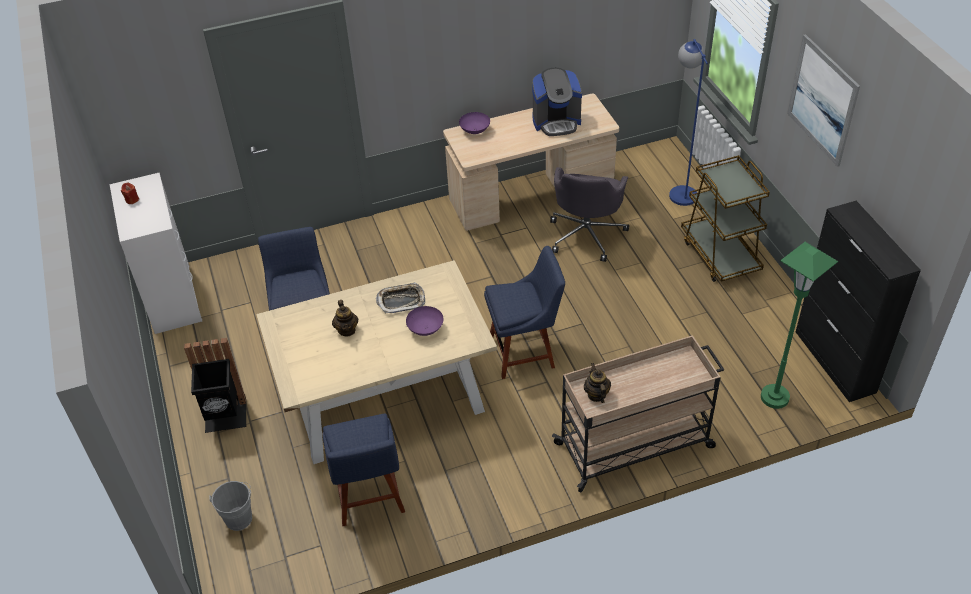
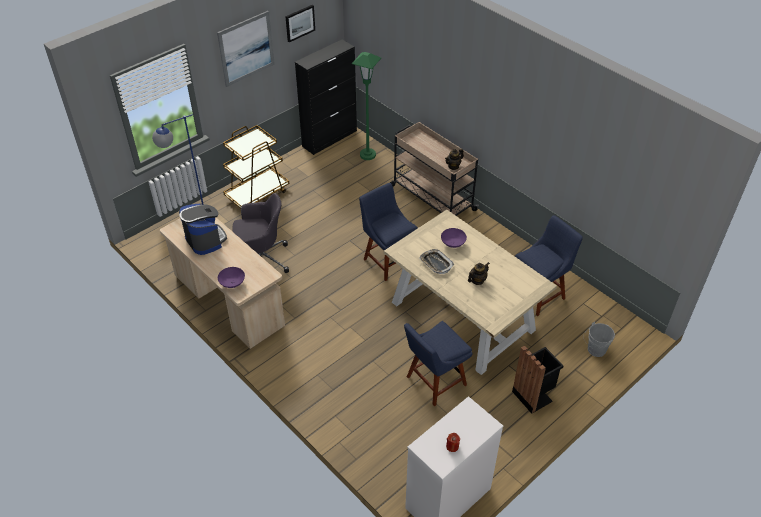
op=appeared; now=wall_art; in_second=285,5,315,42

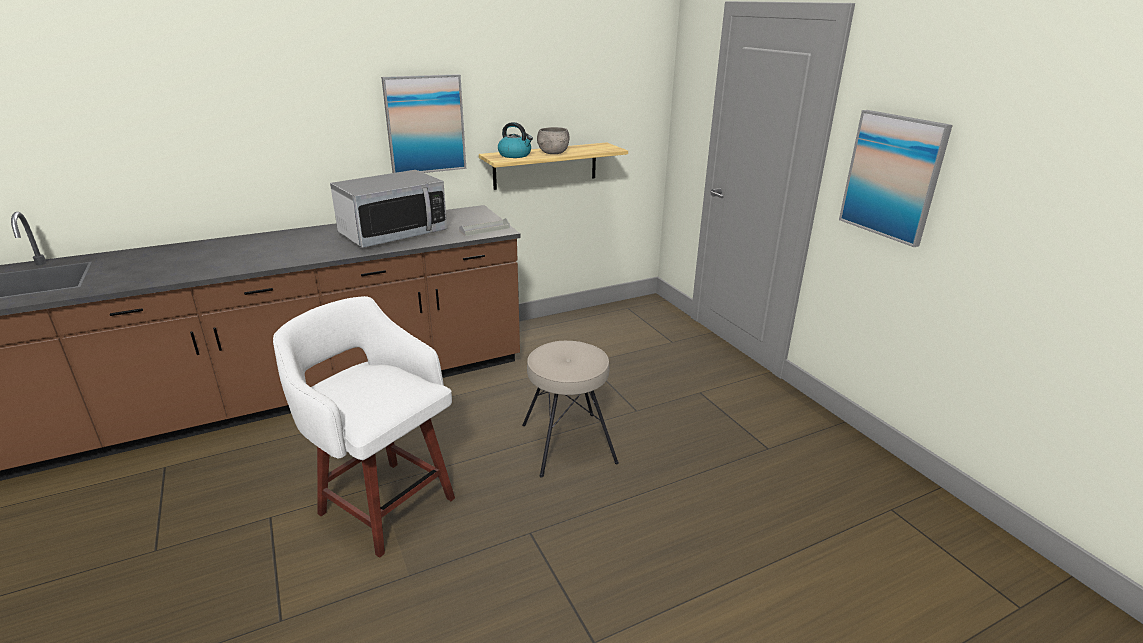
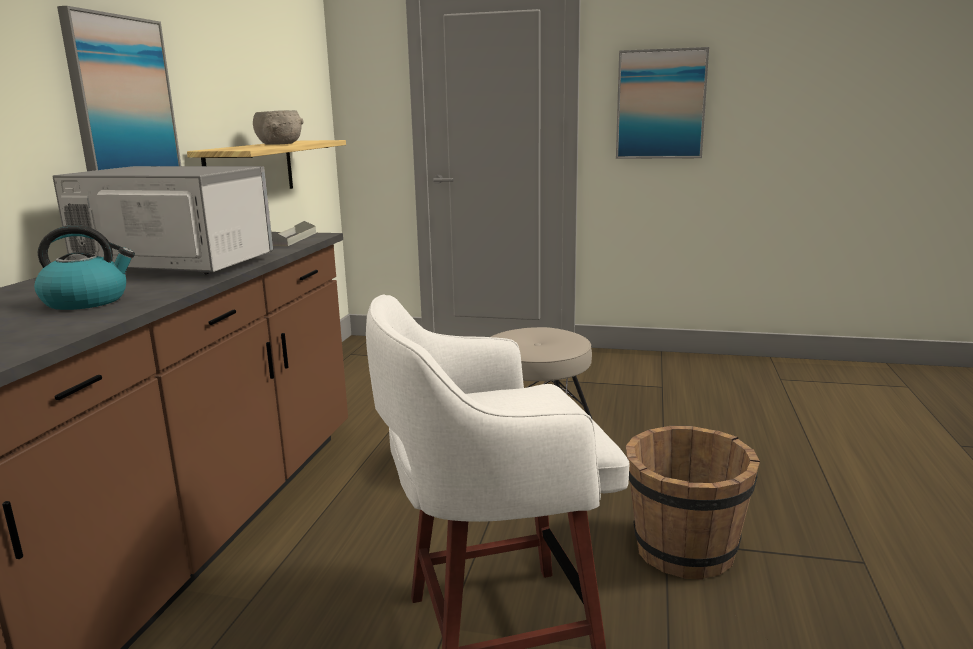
op=appeared; now=brown-coloured_water_bucket; in_second=626,426,760,580
op=relocated; was=water_kettle; in_first=498,122,533,158; in_second=34,225,135,310
op=spun; was=microwave_oven; in_first=330,170,447,248; in_second=52,166,273,274; clockwise=-75

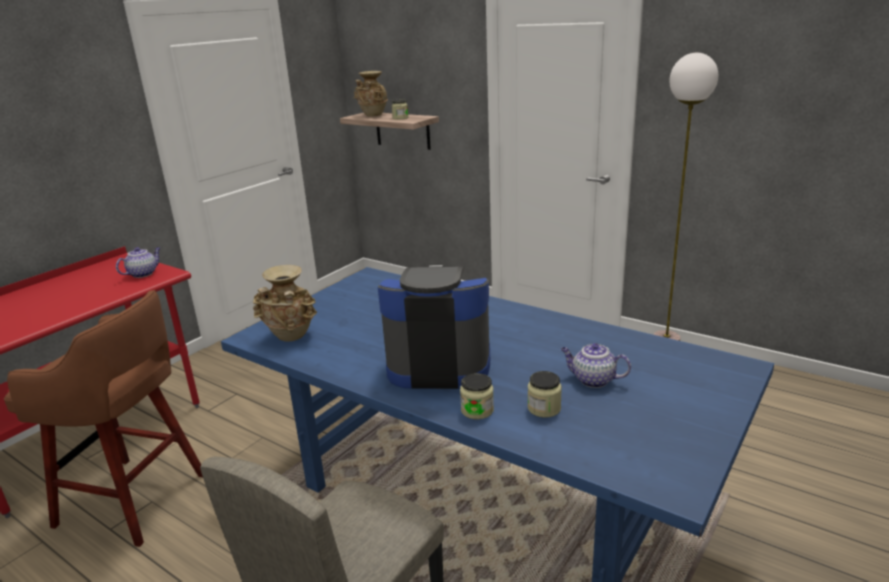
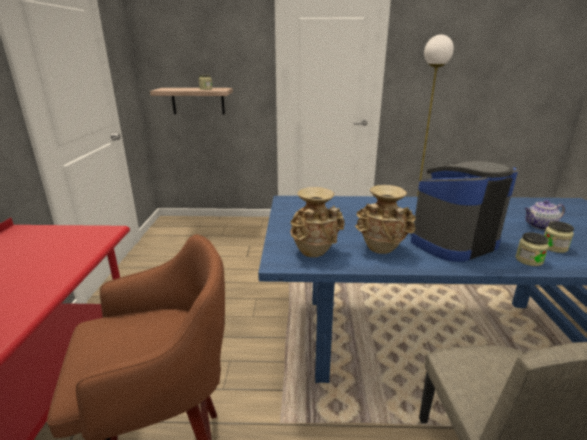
op=missing; was=pot_for_tea; in_first=116,247,160,278
op=relocated; was=beige-coloured_vase; in_first=354,71,388,117; in_second=355,185,416,254

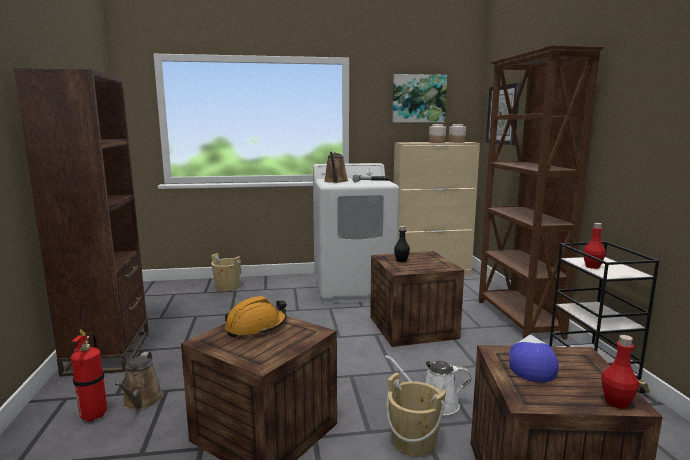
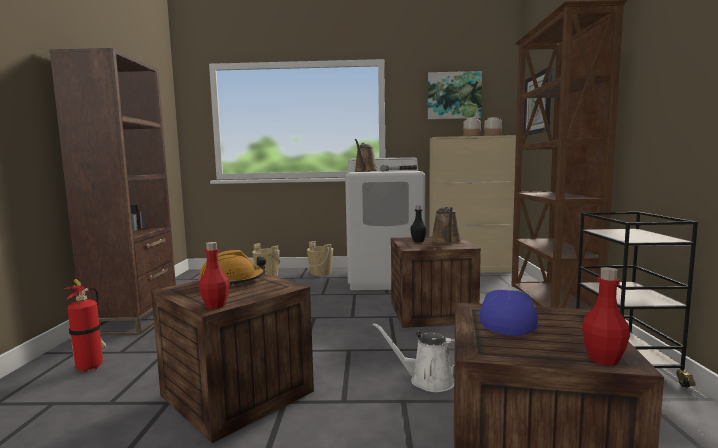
op=relocated; was=brown-coloured_watering_pot; in_first=115,352,164,410; in_second=431,207,461,244
op=relocated; was=beige-coloured_water_bucket; in_first=386,373,446,457; in_second=307,241,333,276
op=relocated; was=red-coloured_beverage_bottle; in_first=583,223,606,269; in_second=198,242,230,309

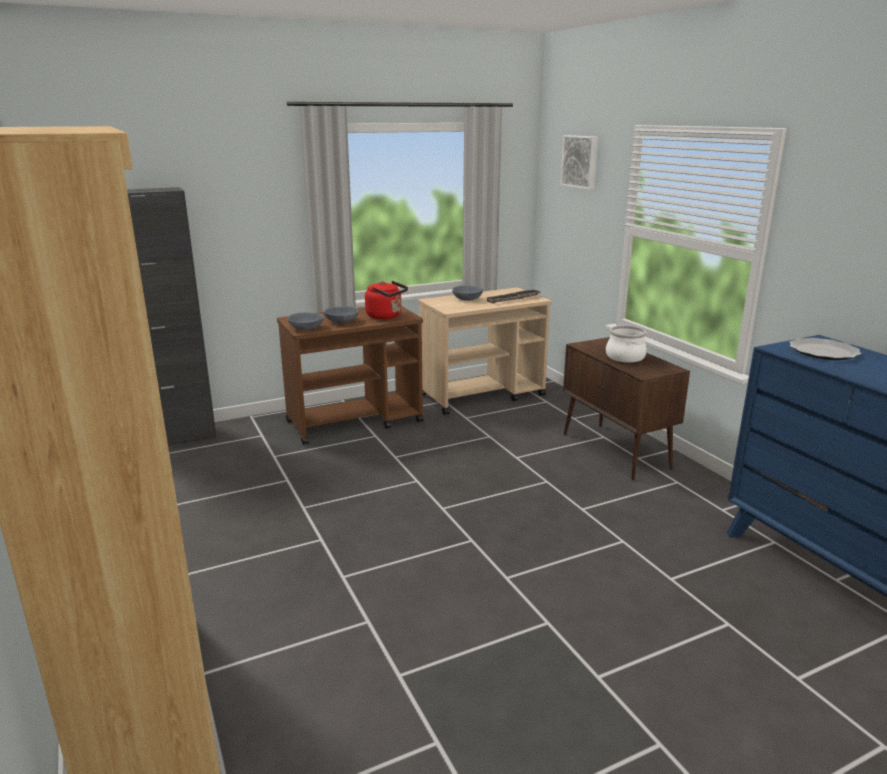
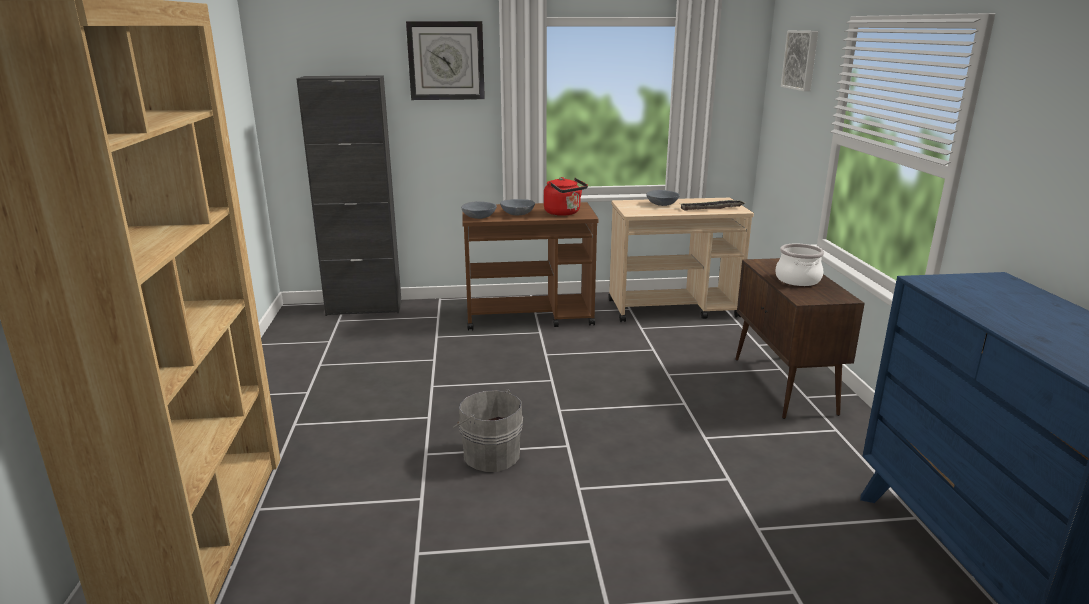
op=missing; was=dinner_plate; in_first=789,338,861,360
op=appeared; now=wall_clock; in_second=406,21,485,100
op=appeared; now=gray_water_bucket; in_second=453,389,523,472

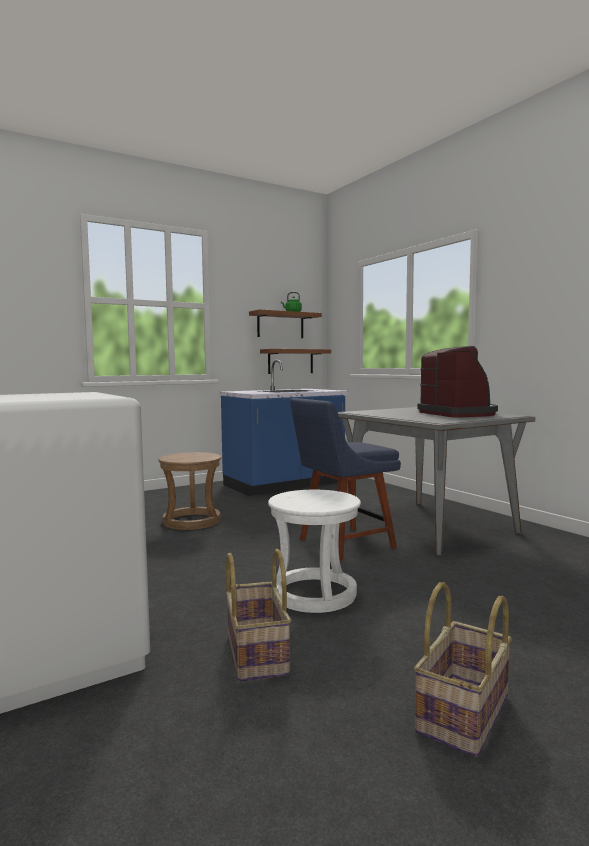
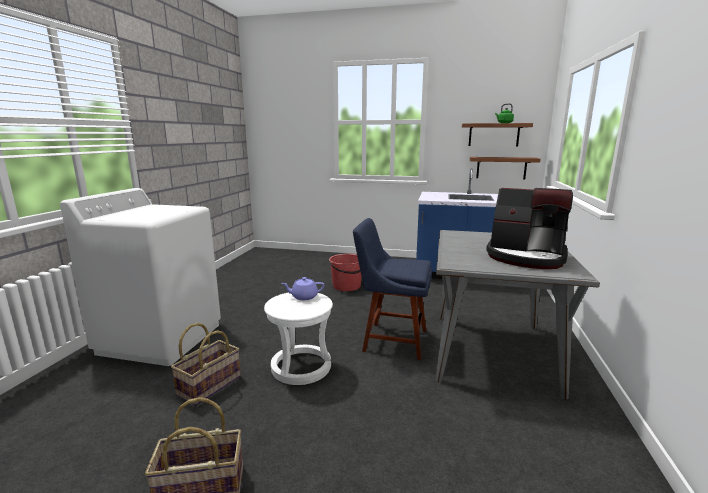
op=appeared; now=purple-coloured_pot_for_tea; in_second=282,277,324,300
op=exchanged; was=brown-coloured_sitting_stool; now=red-coloured_water_bucket; in_first=158,452,221,530; in_second=329,254,362,291
op=spun; was=coffee_machine; in_first=418,346,498,418; in_second=486,188,573,269; clockwise=90

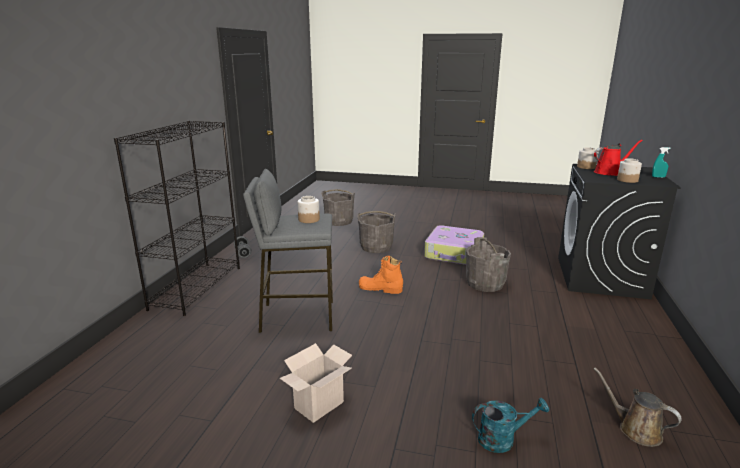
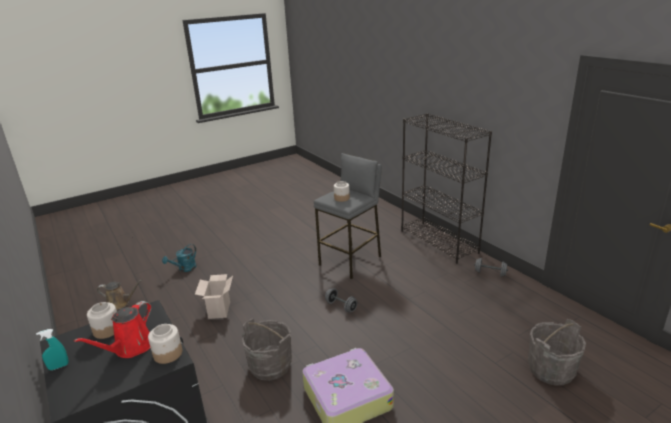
op=missing; was=gray_water_bucket; in_first=357,211,396,253
op=relocated; was=cardboard_box; in_first=280,343,352,423; in_second=195,274,233,319
op=exchanged; was=orange-coloured_high-top_boot; now=gray_free_weight; in_first=359,256,403,294; in_second=325,288,357,312

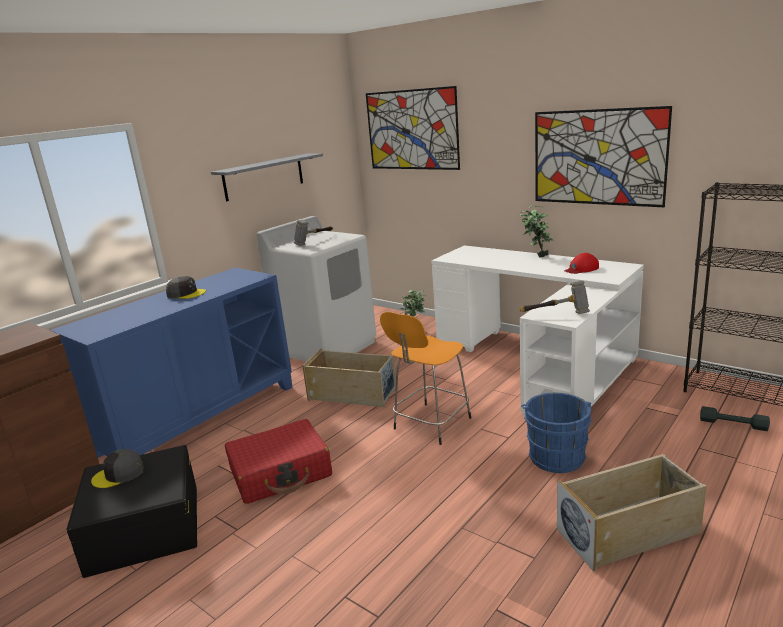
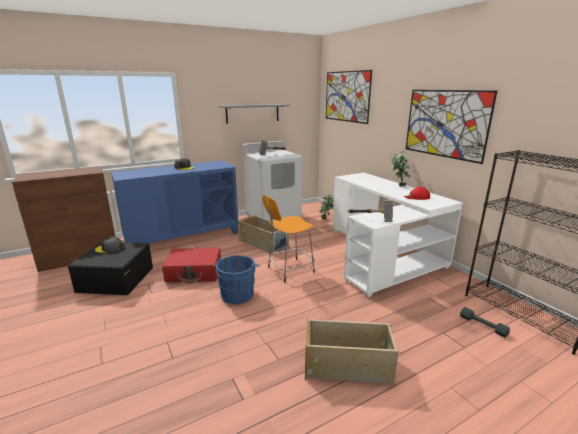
op=relocated; was=blue_water_bucket; in_first=521,393,592,473; in_second=216,255,260,304

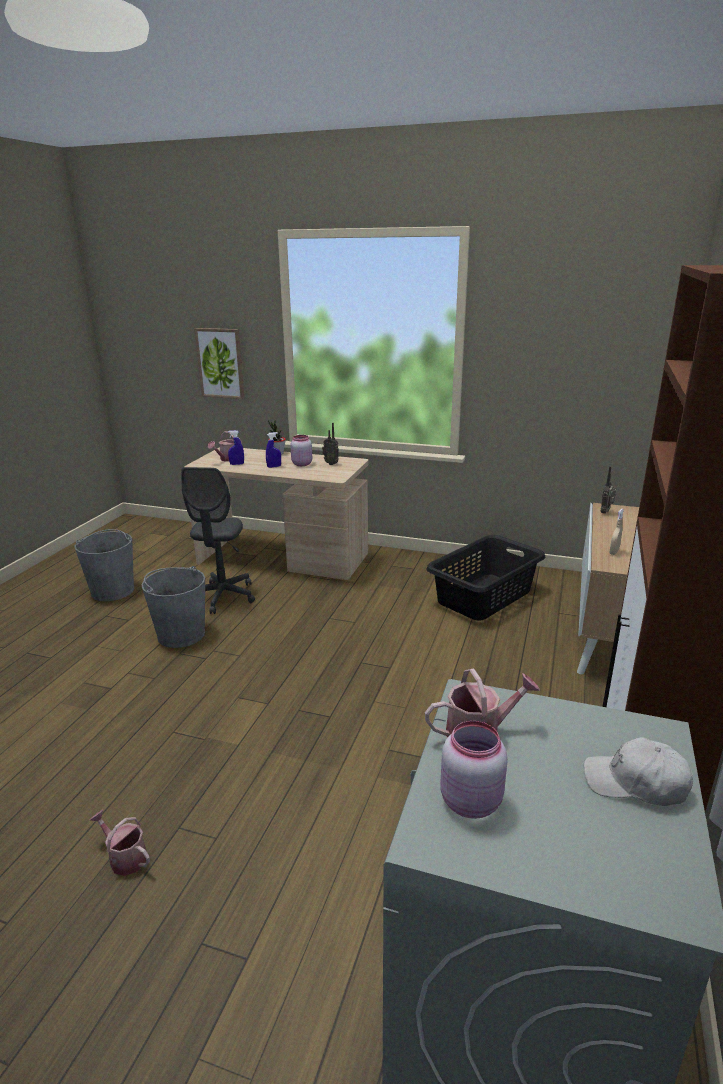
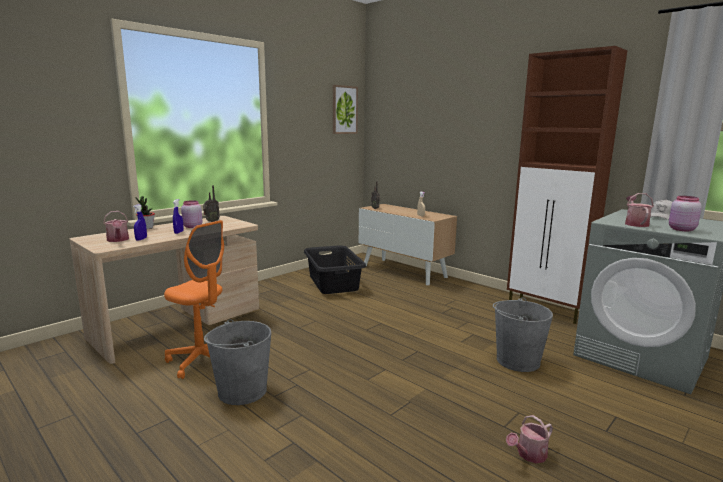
op=relocated; was=gray_water_bucket; in_first=75,529,134,601; in_second=493,298,553,372
op=relocated; was=wall_art; in_first=194,328,245,399; in_second=333,85,358,134
op=colour; was=gray_office_chair; now=orange-coloured_office_chair; in_first=181,467,255,614; in_second=164,220,224,379

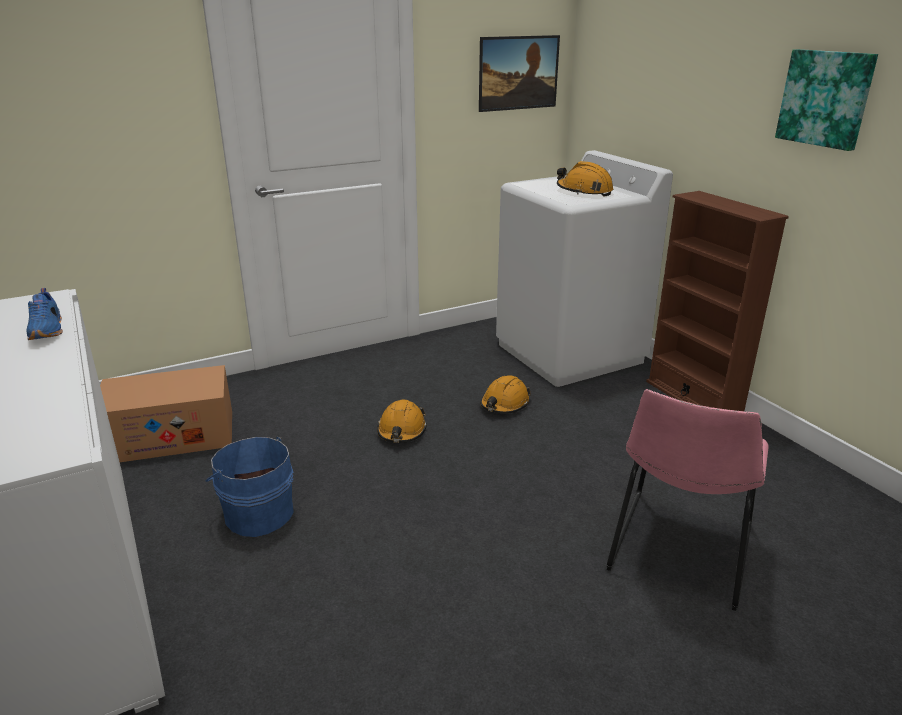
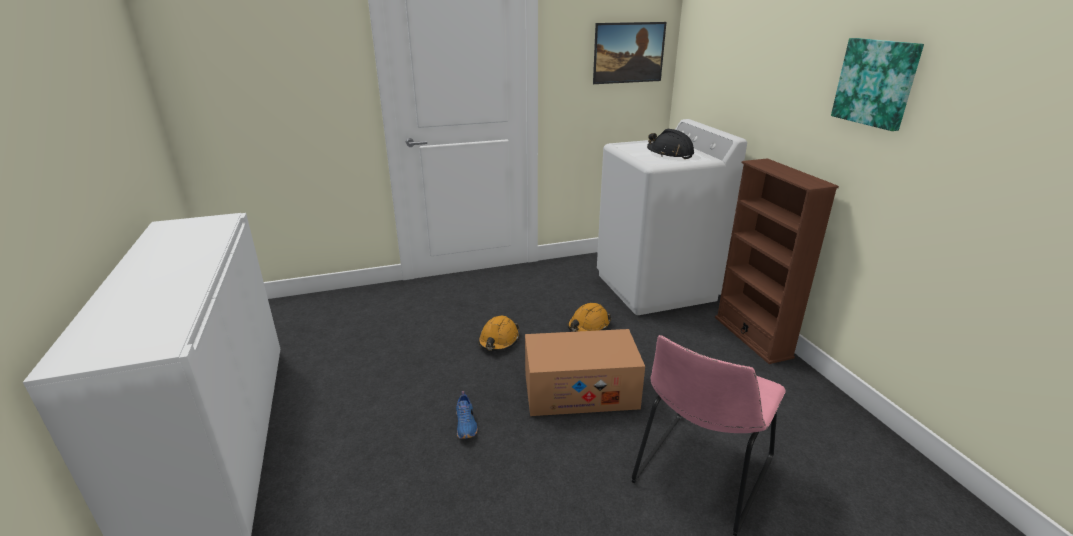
op=missing; was=blue_water_bucket; in_first=206,437,294,537
op=relocated; was=blue_shoe; in_first=26,288,63,340; in_second=456,391,478,439
op=relocated; was=cardboard_box; in_first=100,365,232,462; in_second=525,329,645,416
op=colour; was=orange-coloured_safety_helmet; now=blackish_safety_helmet; in_first=557,161,613,197; in_second=647,129,694,159

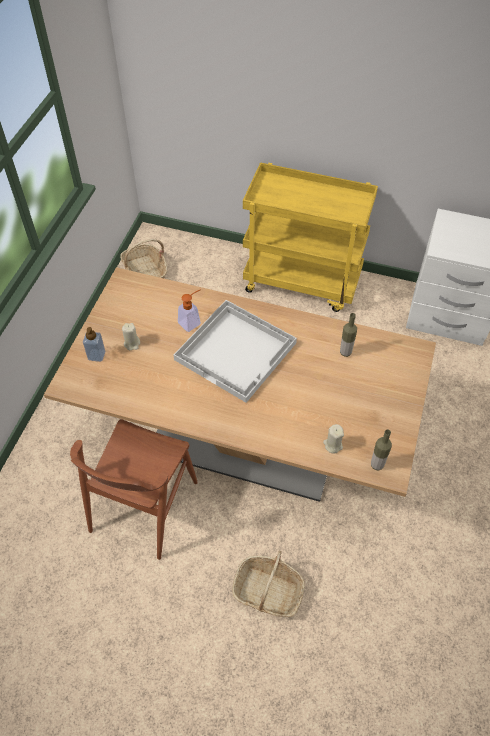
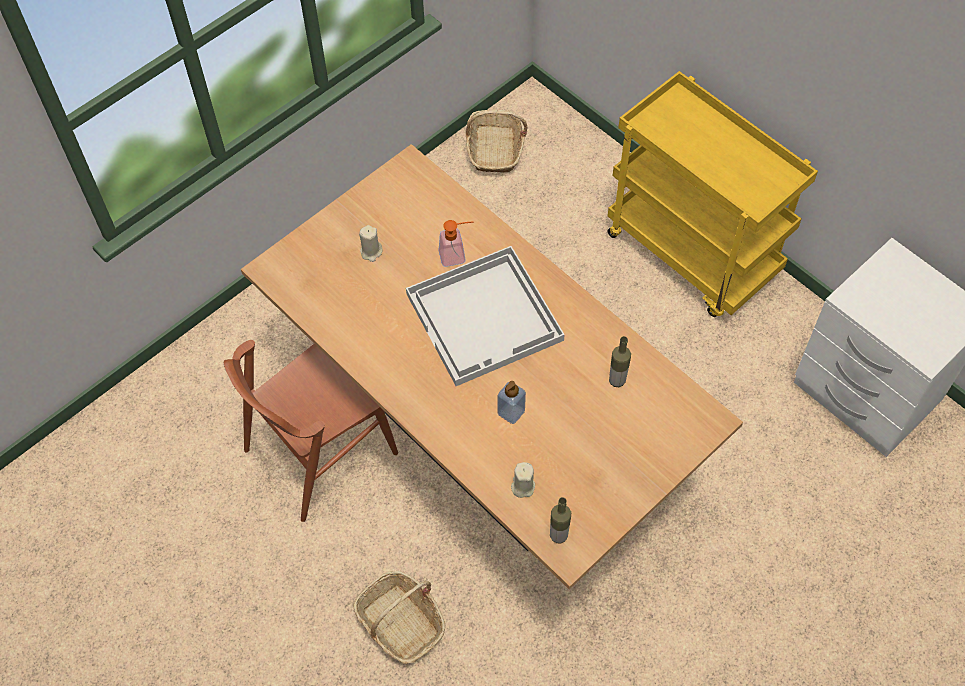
op=relocated; was=soap_bottle; in_first=83,327,105,362; in_second=498,381,526,424

